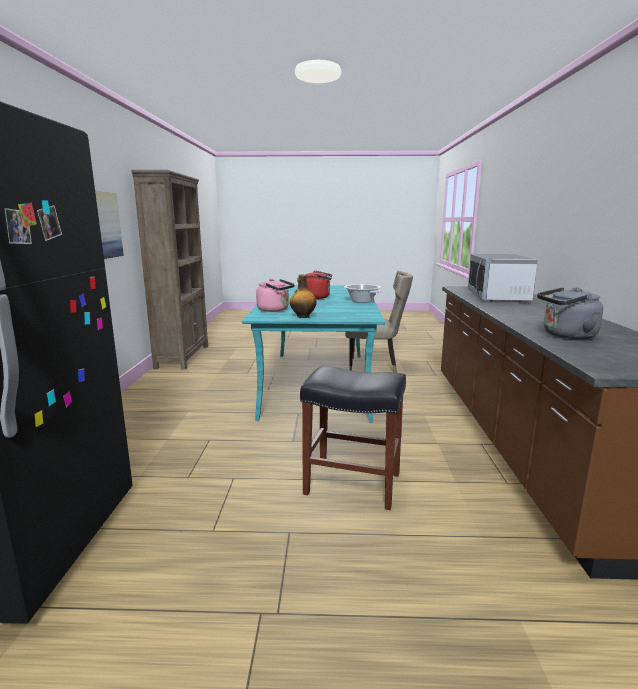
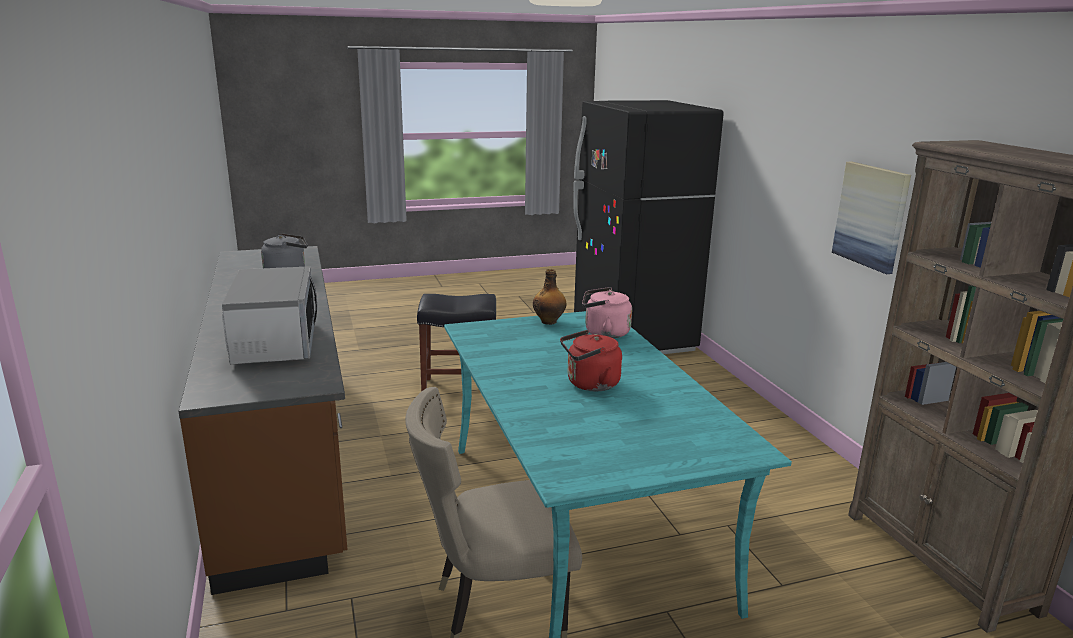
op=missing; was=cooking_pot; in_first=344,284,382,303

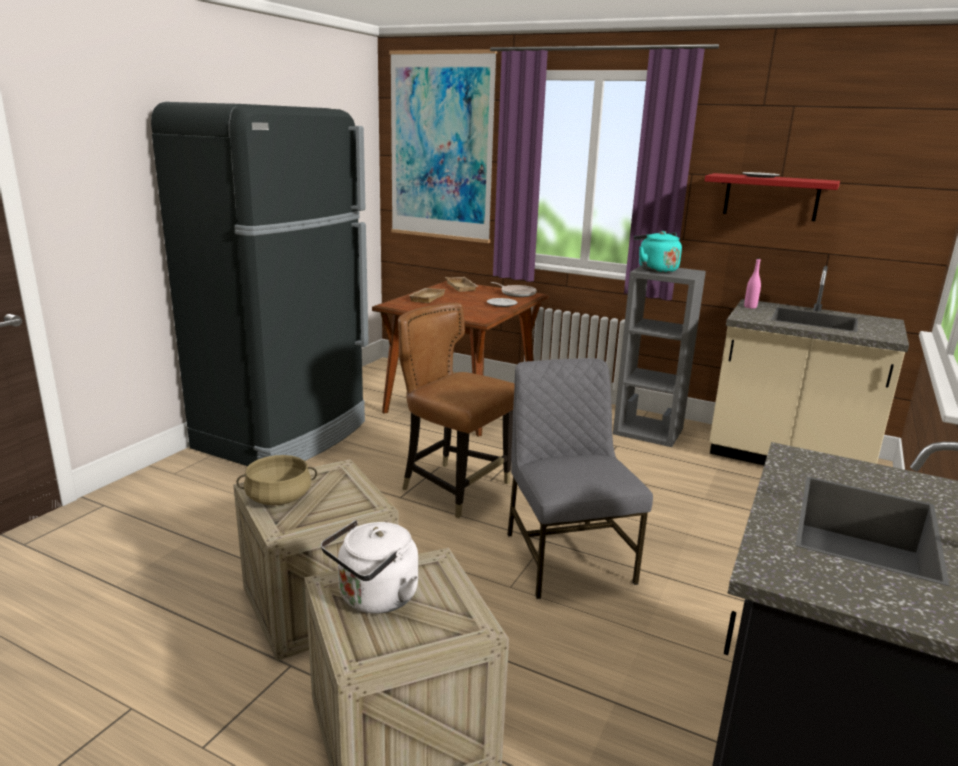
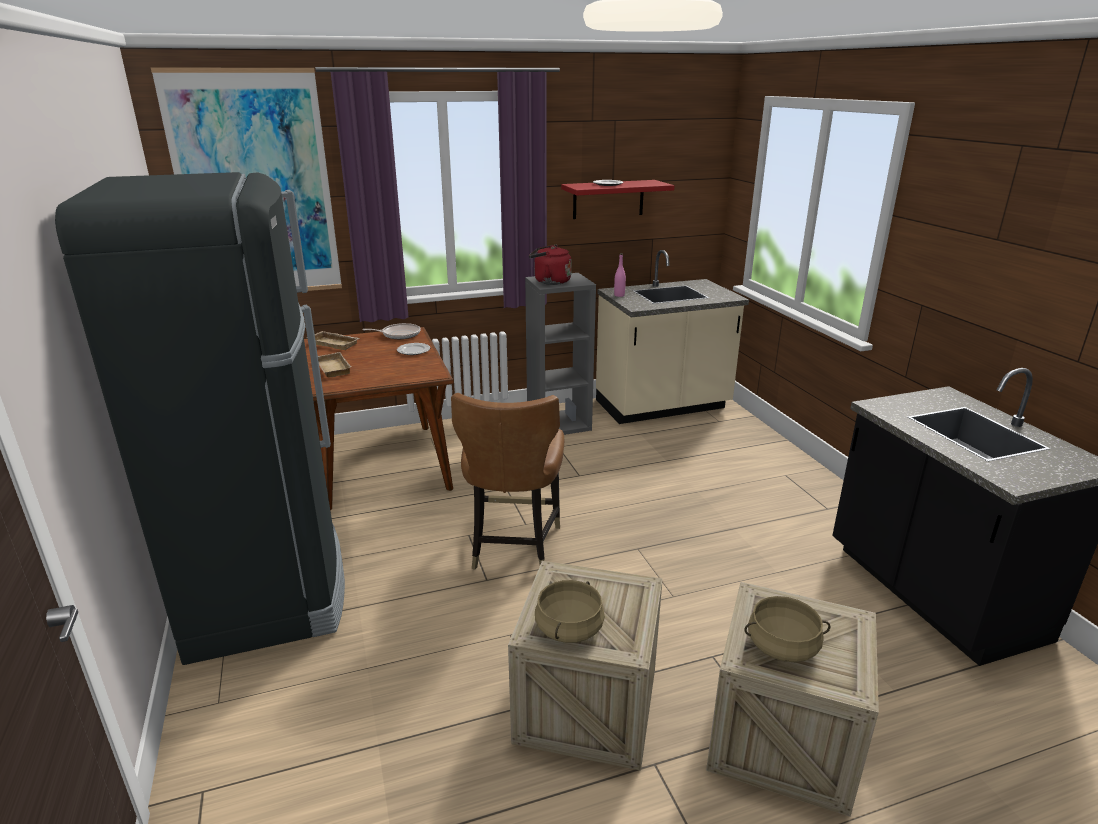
op=missing; was=gray_plain_chair; in_first=507,358,653,599
op=exchanged; was=whitish_water_kettle; now=beige-coloured_cooking_pot; in_first=321,520,419,614; in_second=744,596,830,662
op=colour; was=turquoise_water_kettle; now=red-coloured_water_kettle; in_first=634,231,682,273; in_second=529,245,572,285
op=spun; was=brown-coloured_plain_chair; in_first=398,303,515,518; in_second=451,393,564,570; clockwise=-75

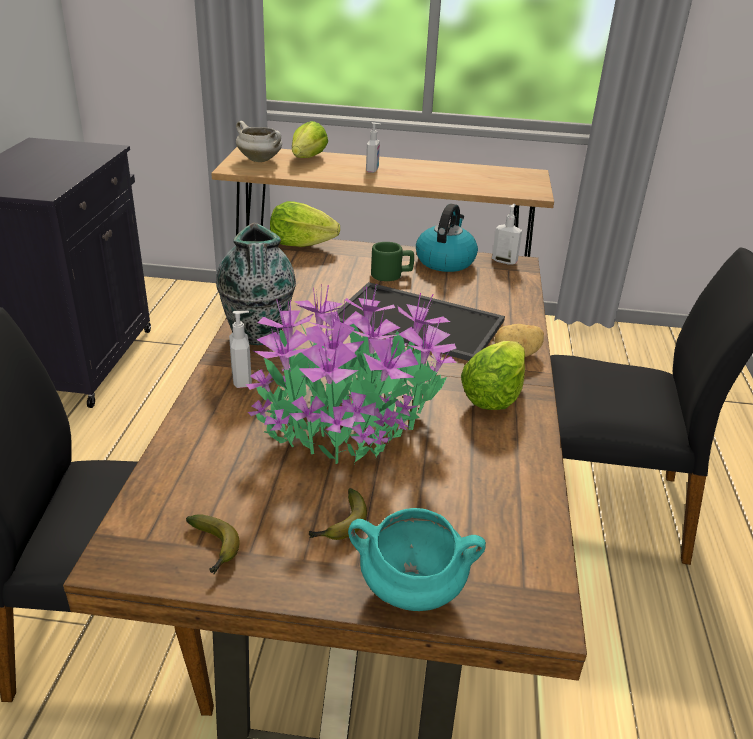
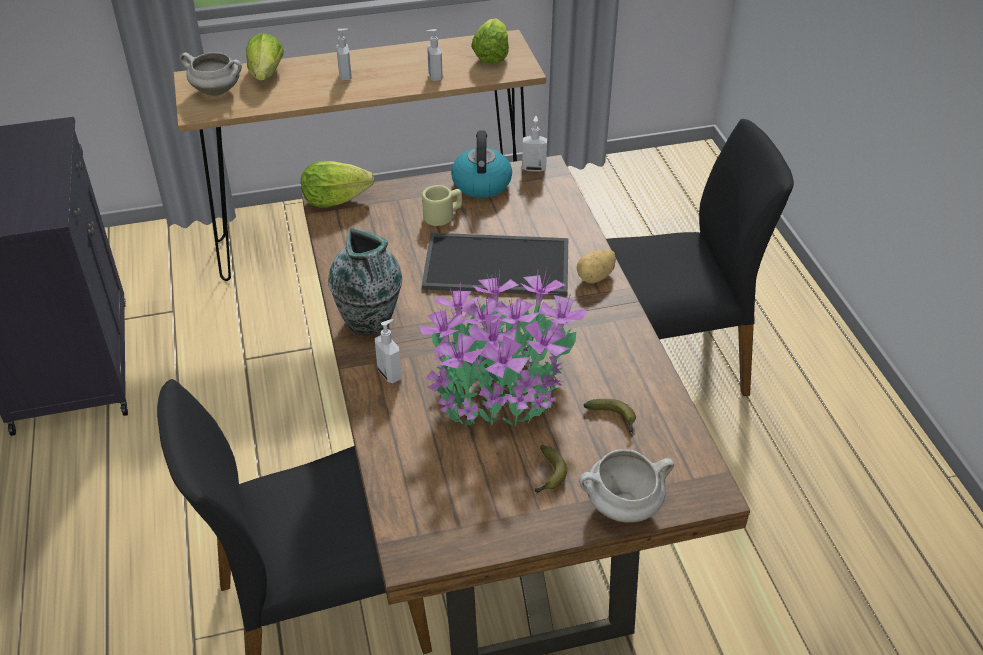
op=appeared; now=soap_bottle; in_second=427,29,443,81
op=relocated; was=whole_banana; in_first=186,514,239,574; in_second=583,399,636,433
op=relocated; was=head_of_lettuce; in_first=461,341,525,410; in_second=471,18,509,64
op=colour; was=turquoise_cooking_pot; now=whitish_cooking_pot; in_first=348,508,486,611; in_second=579,449,674,523
op=colour; was=green-coloured_coffee_mug; now=beige-coloured_coffee_mug; in_first=371,242,414,281; in_second=422,185,462,226

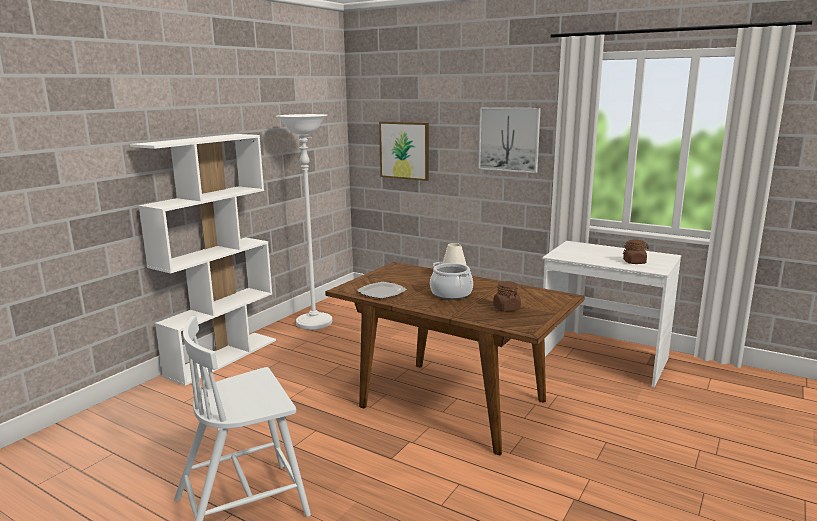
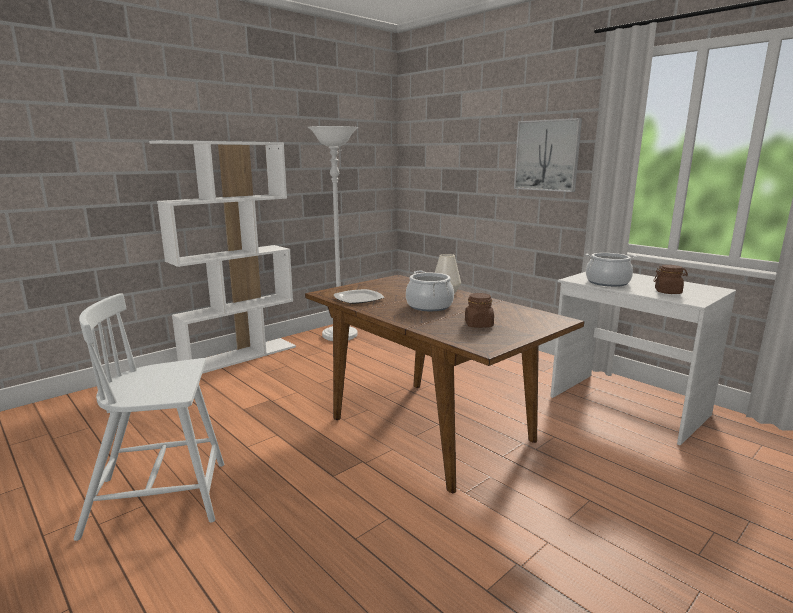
op=missing; was=wall_art; in_first=379,121,429,181
op=appeared; now=cooking_pot; in_second=586,253,637,287

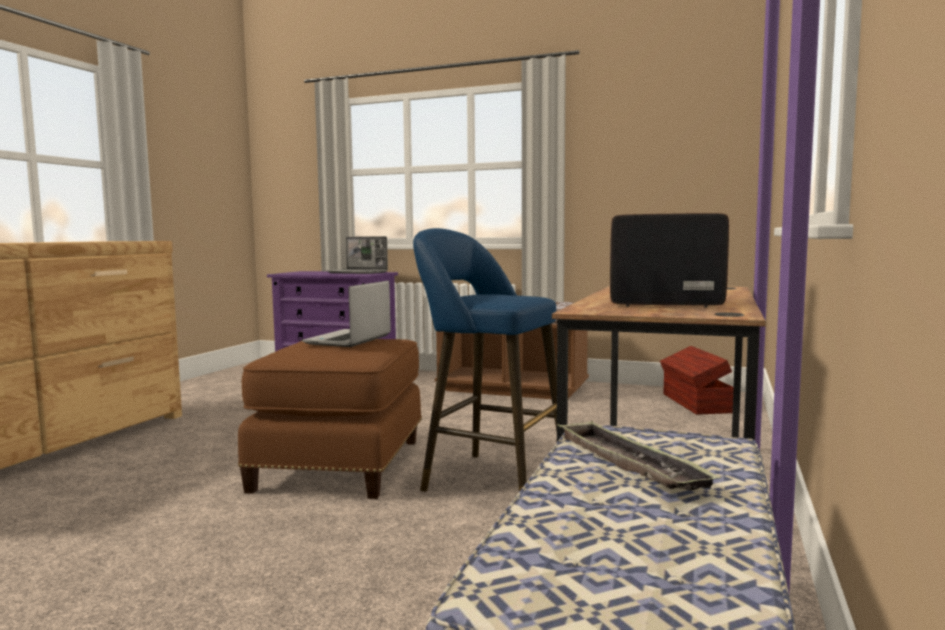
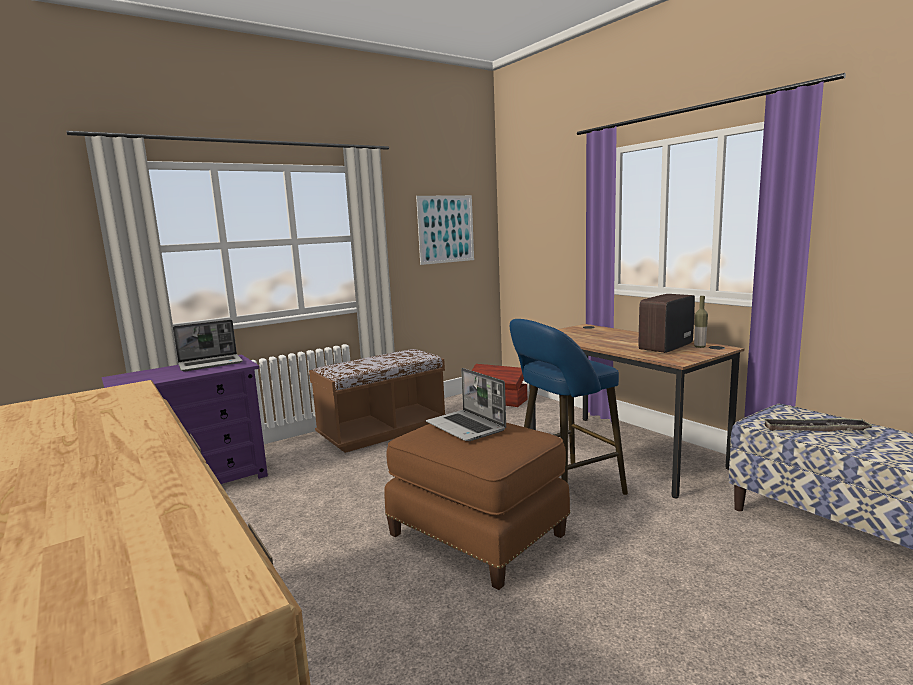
op=appeared; now=wall_art; in_second=416,195,474,265
op=appeared; now=beverage_bottle; in_second=694,296,708,348

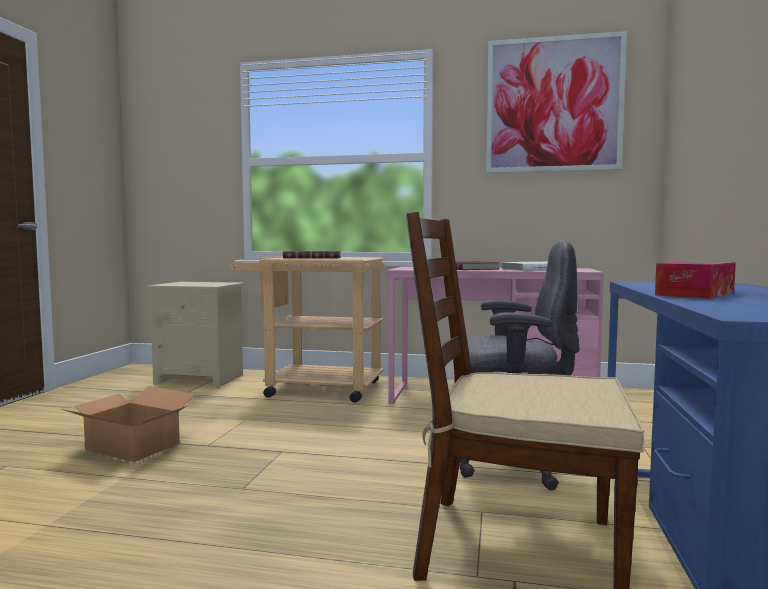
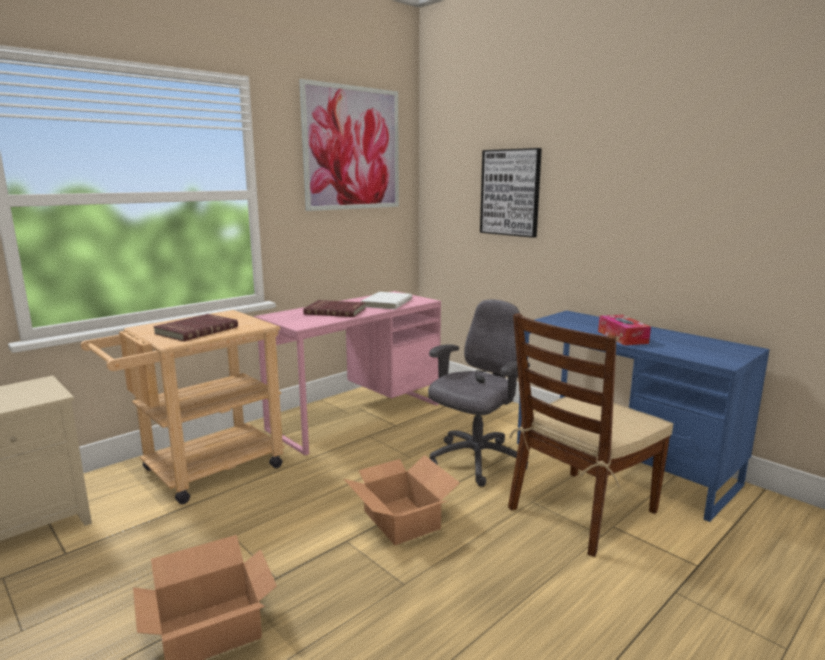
op=appeared; now=cardboard_box; in_second=344,455,460,545
op=appeared; now=wall_art; in_second=480,148,542,238

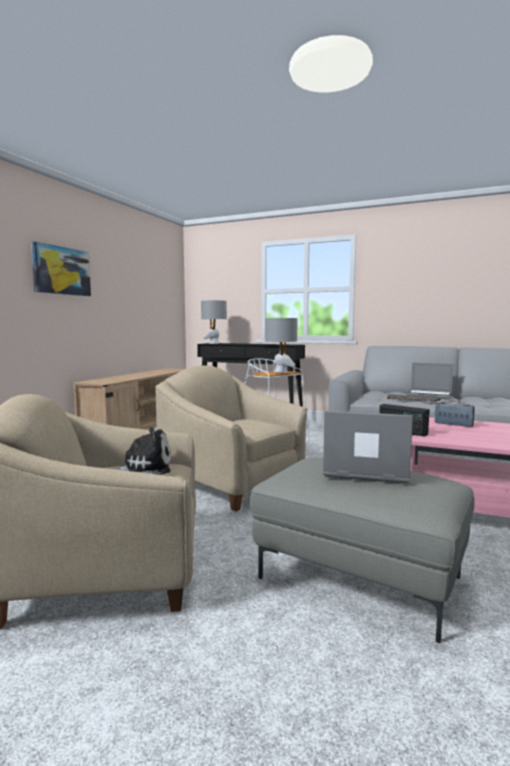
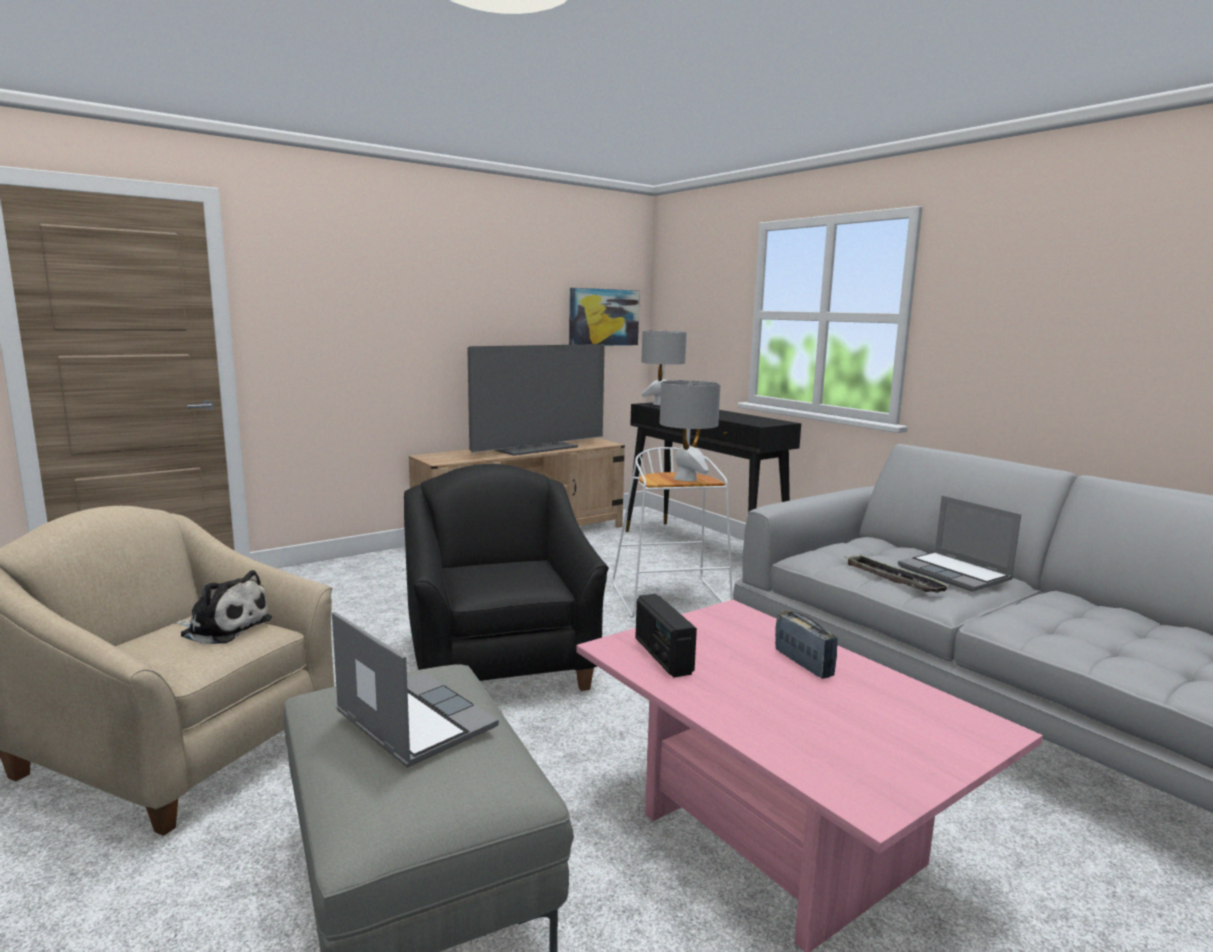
op=appeared; now=TV_set; in_second=467,344,605,456
op=relocated; was=wall_art; in_first=31,241,91,296; in_second=569,288,640,346
op=colour; was=beige-coloured_lounge_chair; now=blackish_lounge_chair; in_first=155,365,308,512; in_second=404,464,609,691

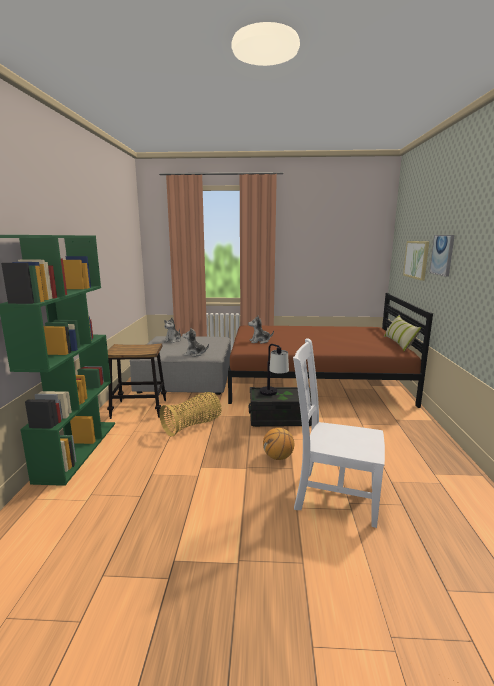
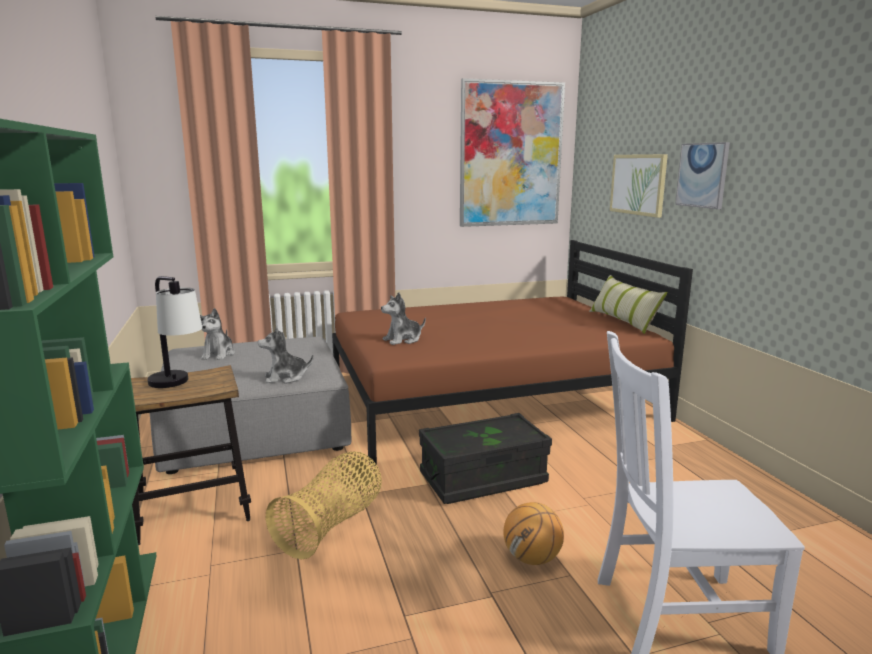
op=appeared; now=wall_art; in_second=460,78,565,227
op=relocated; was=lamp_for_a_table; in_first=259,344,289,396; in_second=147,276,202,388

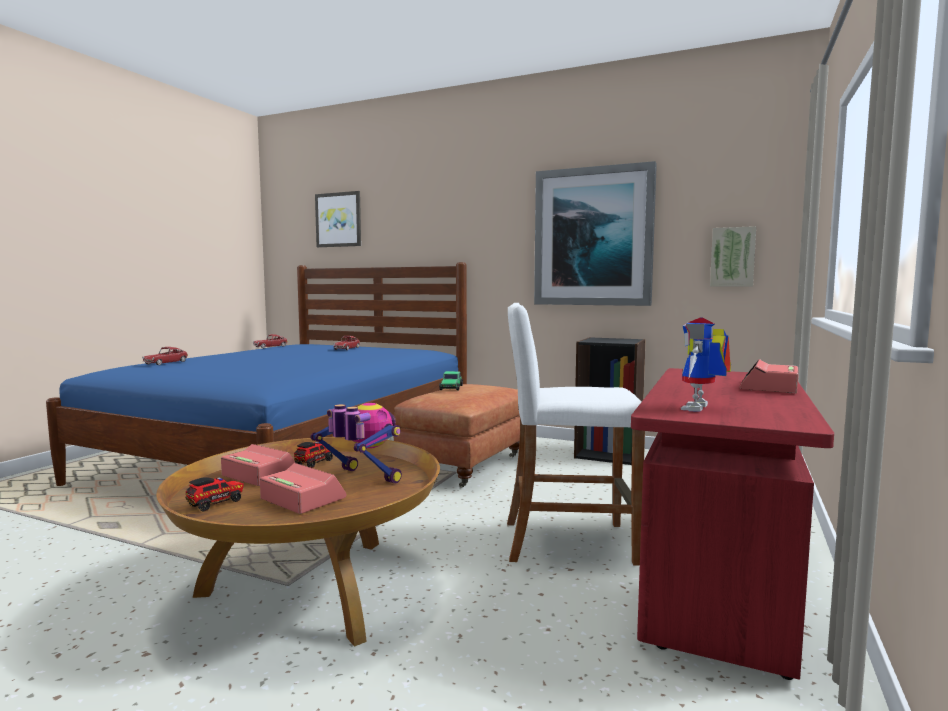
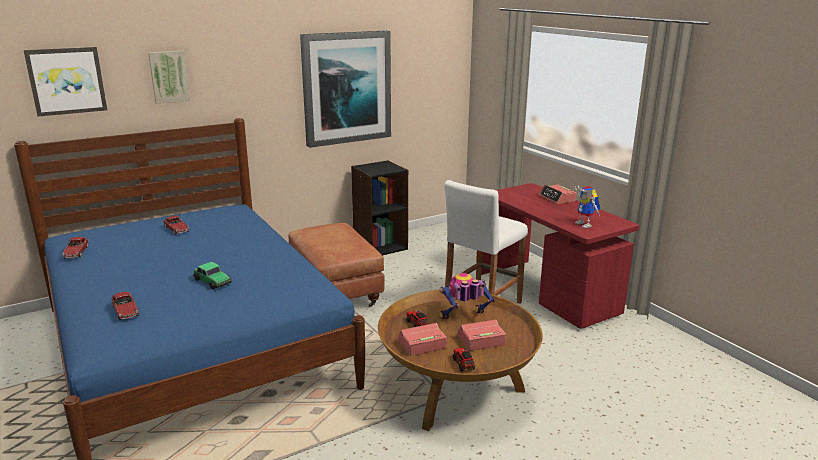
op=relocated; was=model_car; in_first=439,371,463,390; in_second=193,262,232,289
op=relocated; was=wall_art; in_first=710,226,756,287; in_second=148,51,190,104

